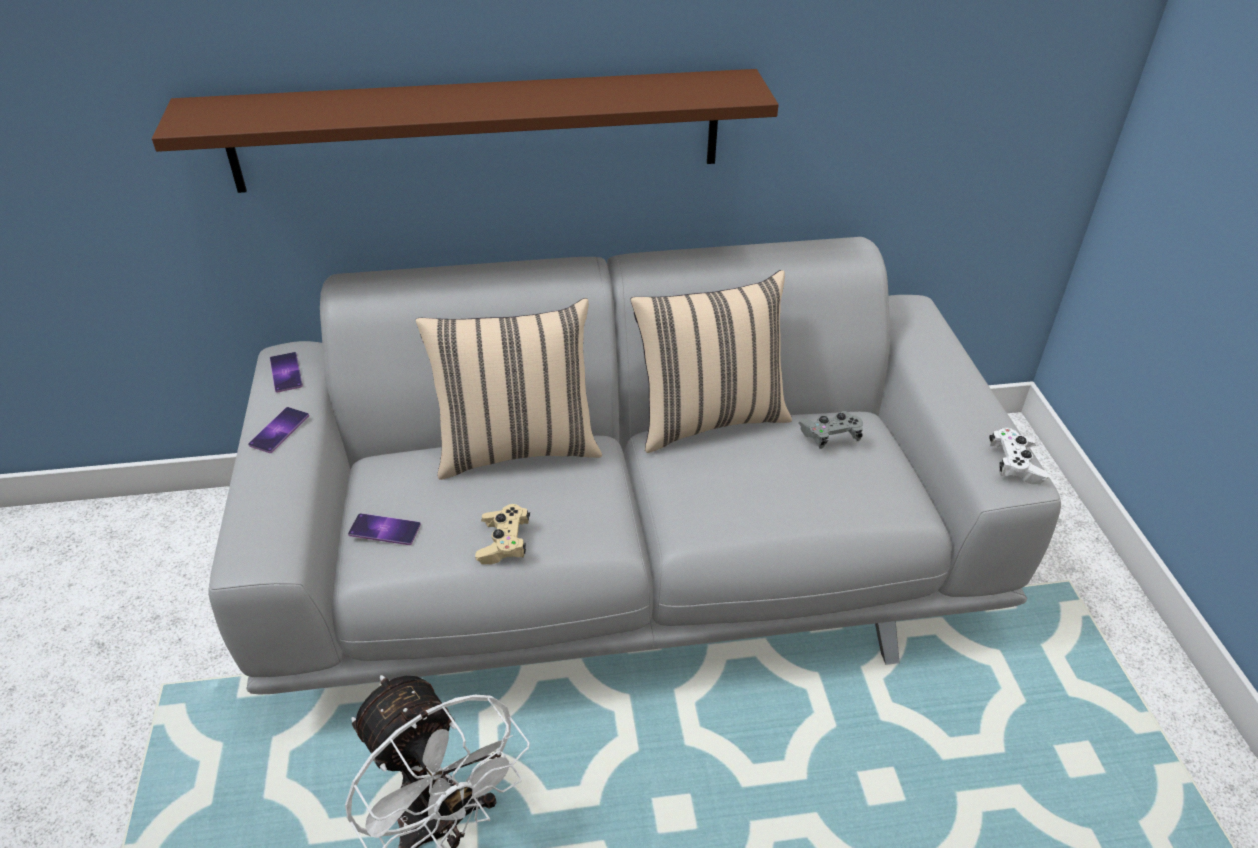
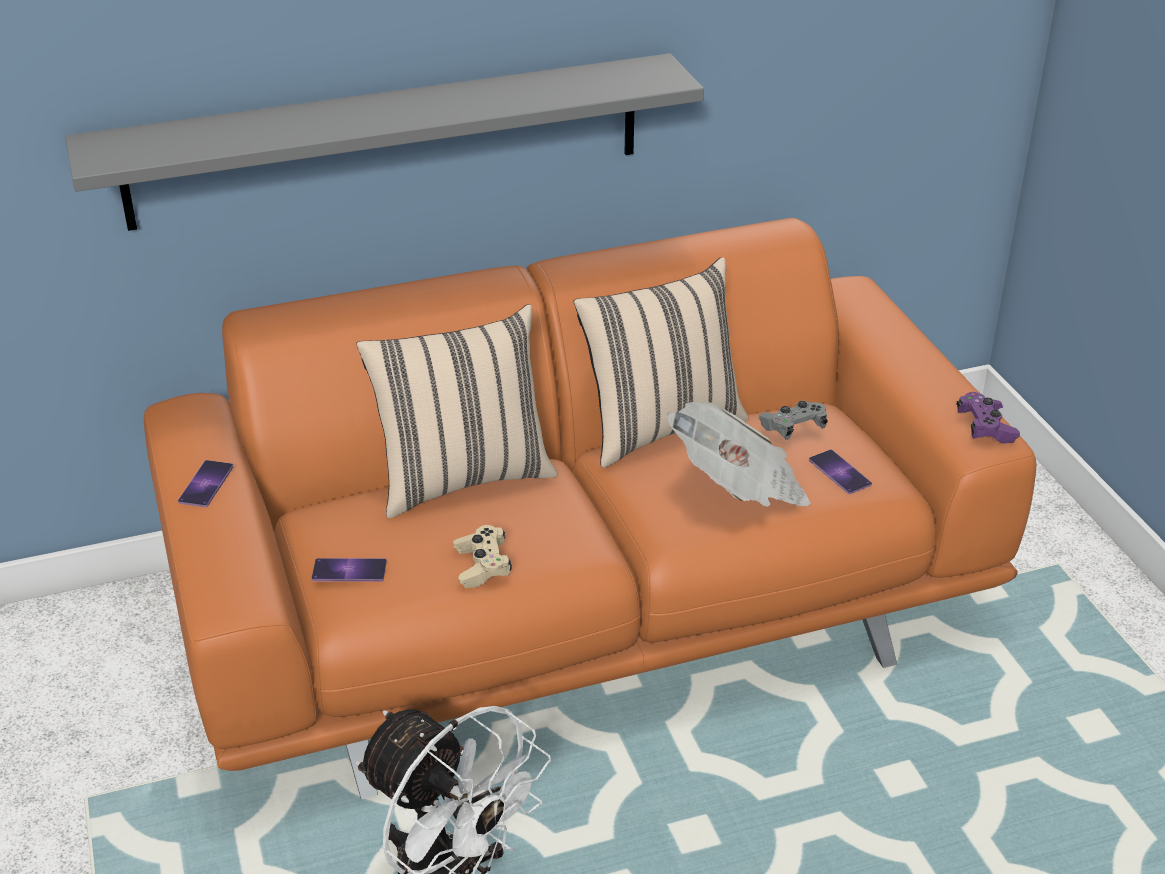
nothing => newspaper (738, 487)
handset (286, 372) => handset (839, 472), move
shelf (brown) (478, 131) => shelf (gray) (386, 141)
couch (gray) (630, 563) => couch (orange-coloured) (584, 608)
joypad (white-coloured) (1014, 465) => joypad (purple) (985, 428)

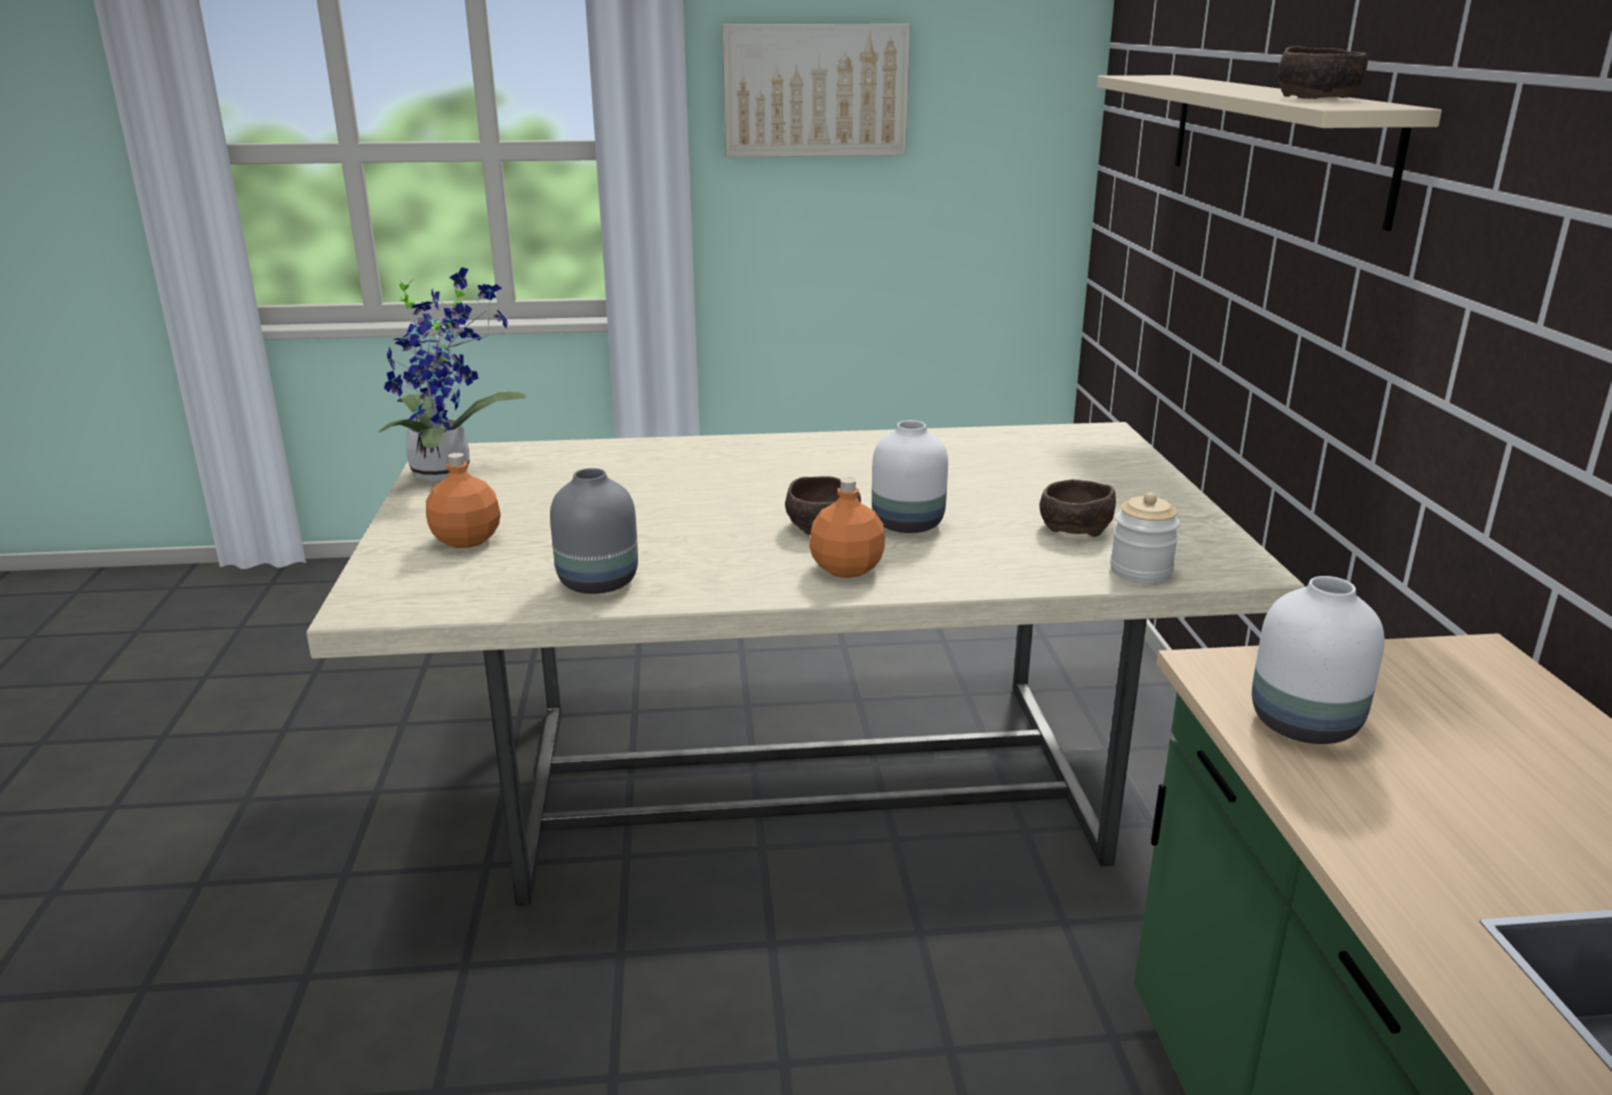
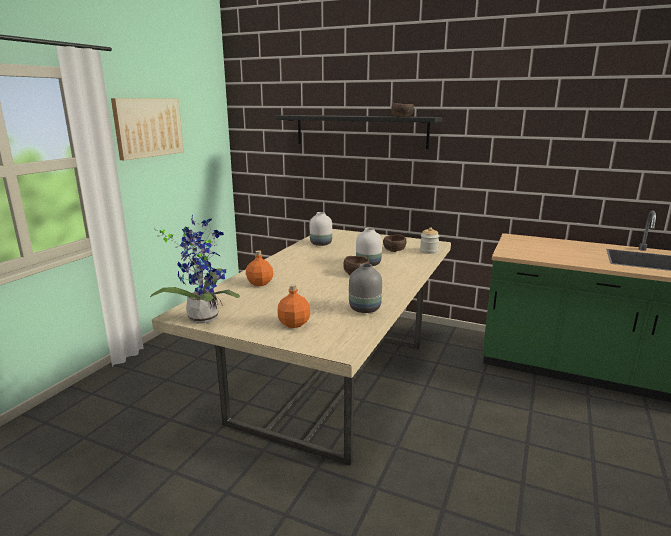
bottle (orange-coloured) (845, 569) => bottle (orange-coloured) (259, 283), move
flower vase (white-coloured) (1301, 724) => flower vase (white-coloured) (320, 244), move
shelf (beige) (1273, 141) => shelf (black-coloured) (360, 131)

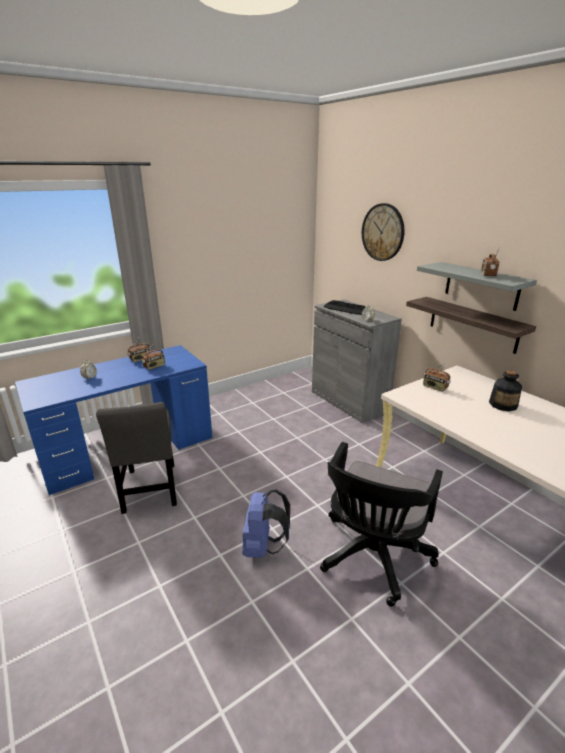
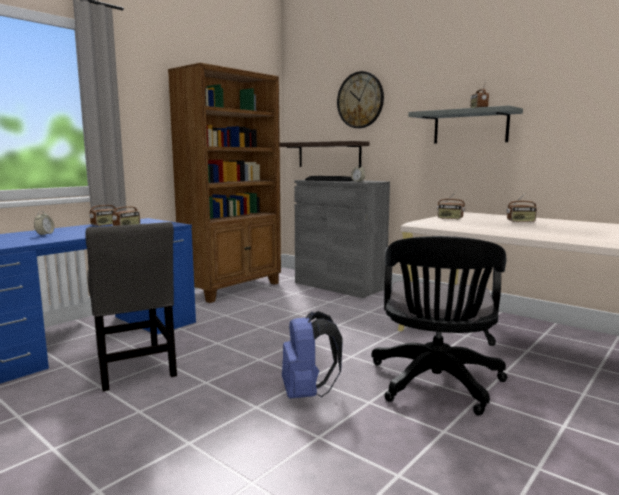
nothing => shelving unit (brown) (233, 288)
shelf (472, 324) => shelf (329, 154), move
bottle (503, 405) => radio set (521, 221)

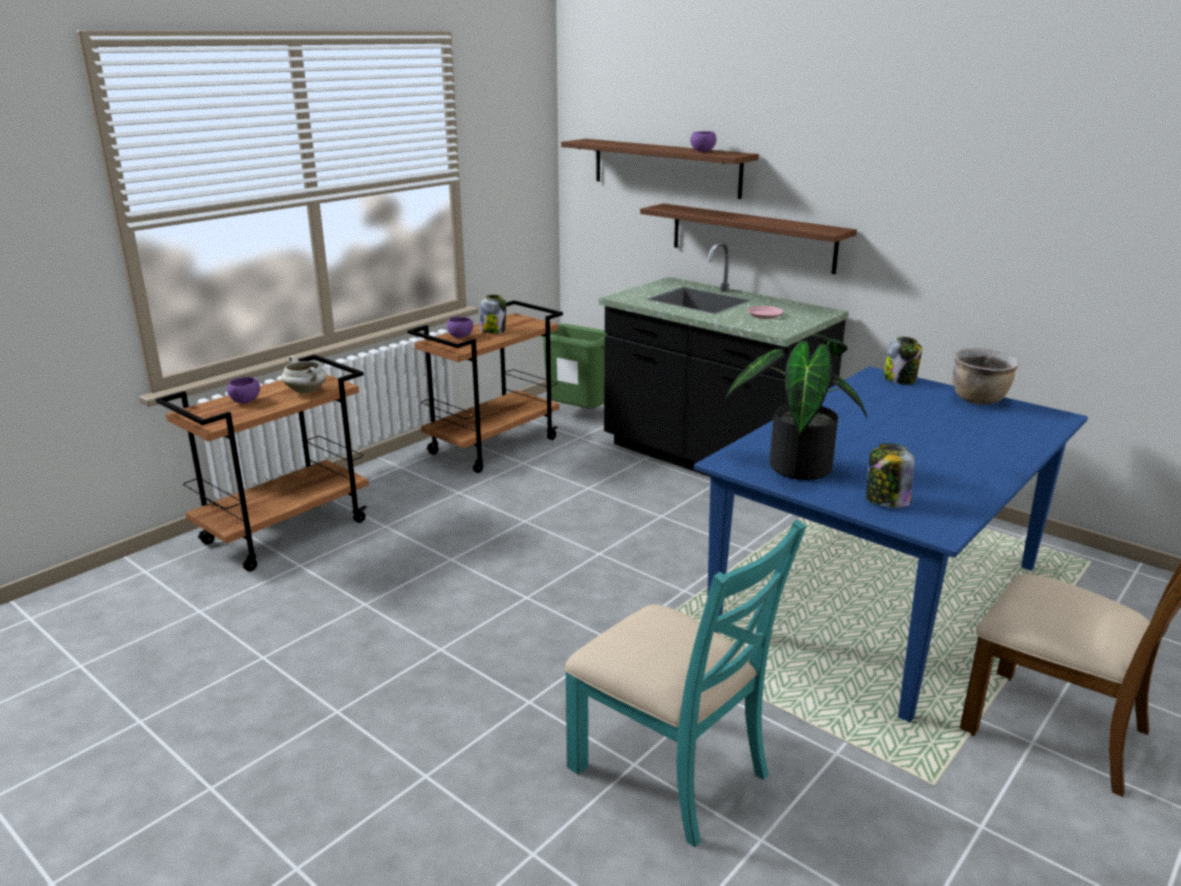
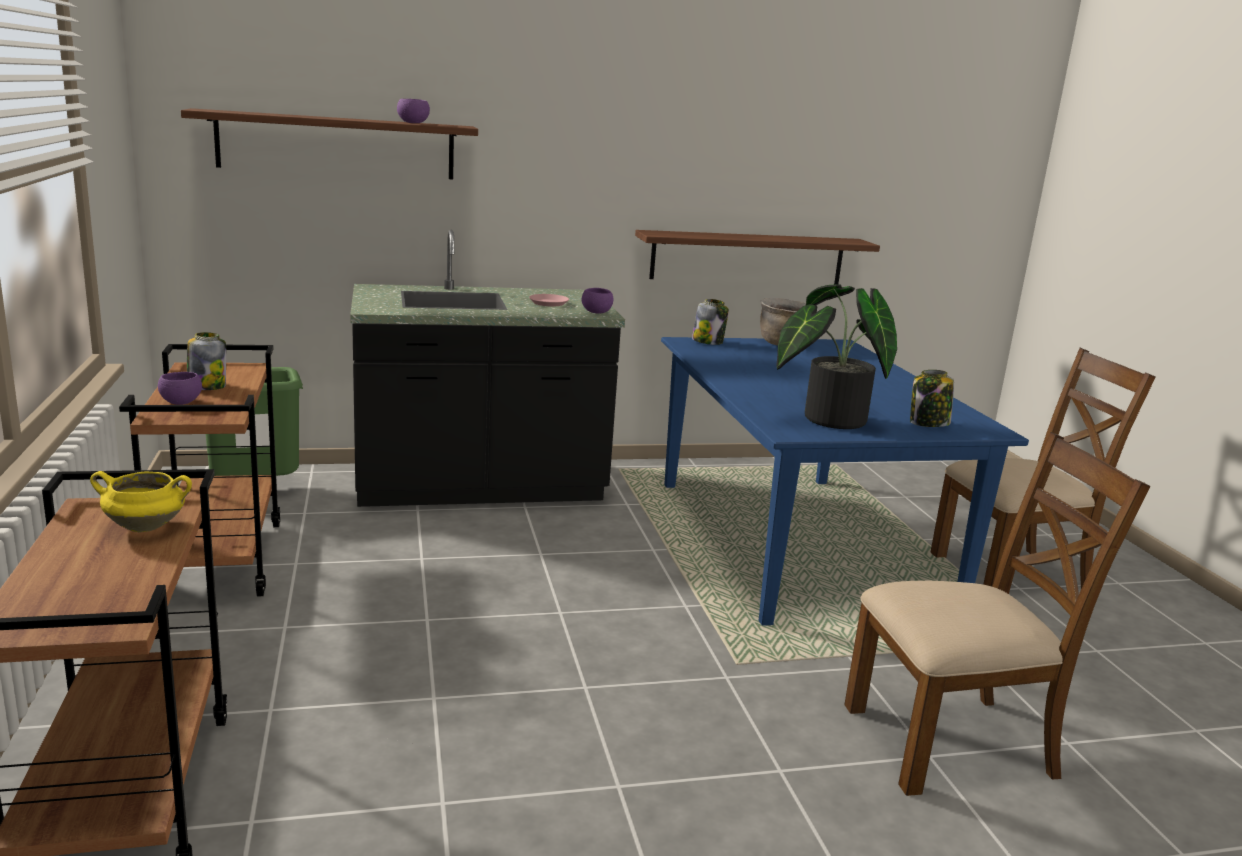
deep dish (purple) (245, 401) => deep dish (purple) (596, 312), move
shelf (752, 237) => shelf (748, 258), move
cooking pot (white-coloured) (307, 391) => cooking pot (yellowish) (147, 527)
upright chair (turquoise-coloured) (671, 771) => upright chair (brown) (952, 741)

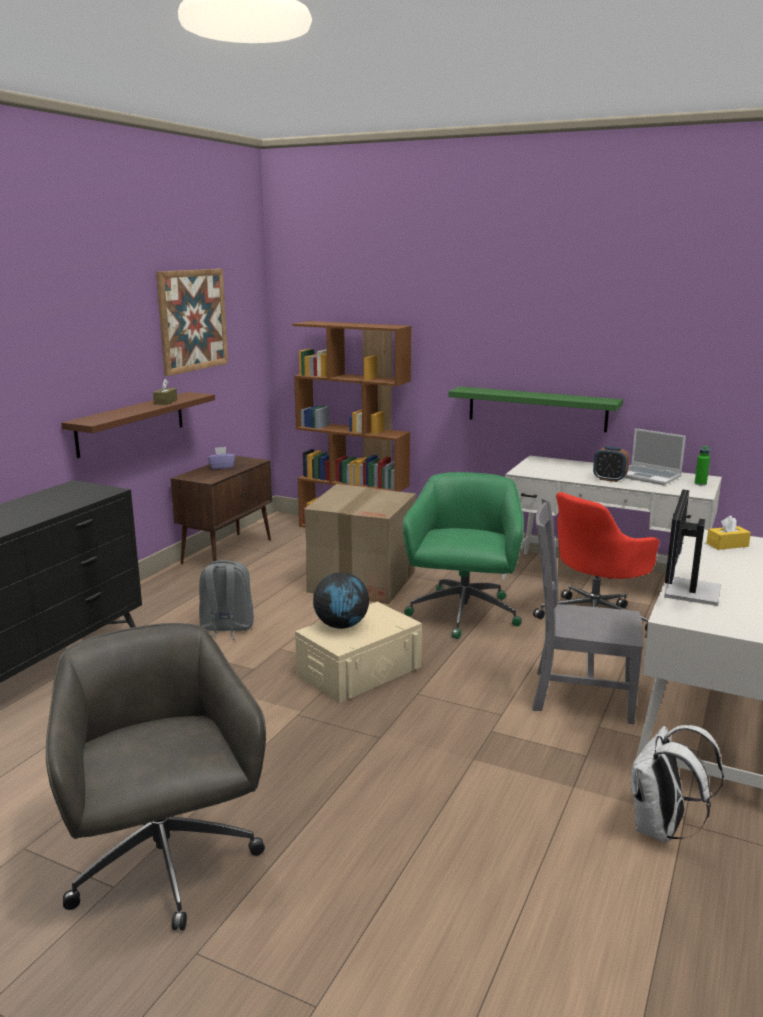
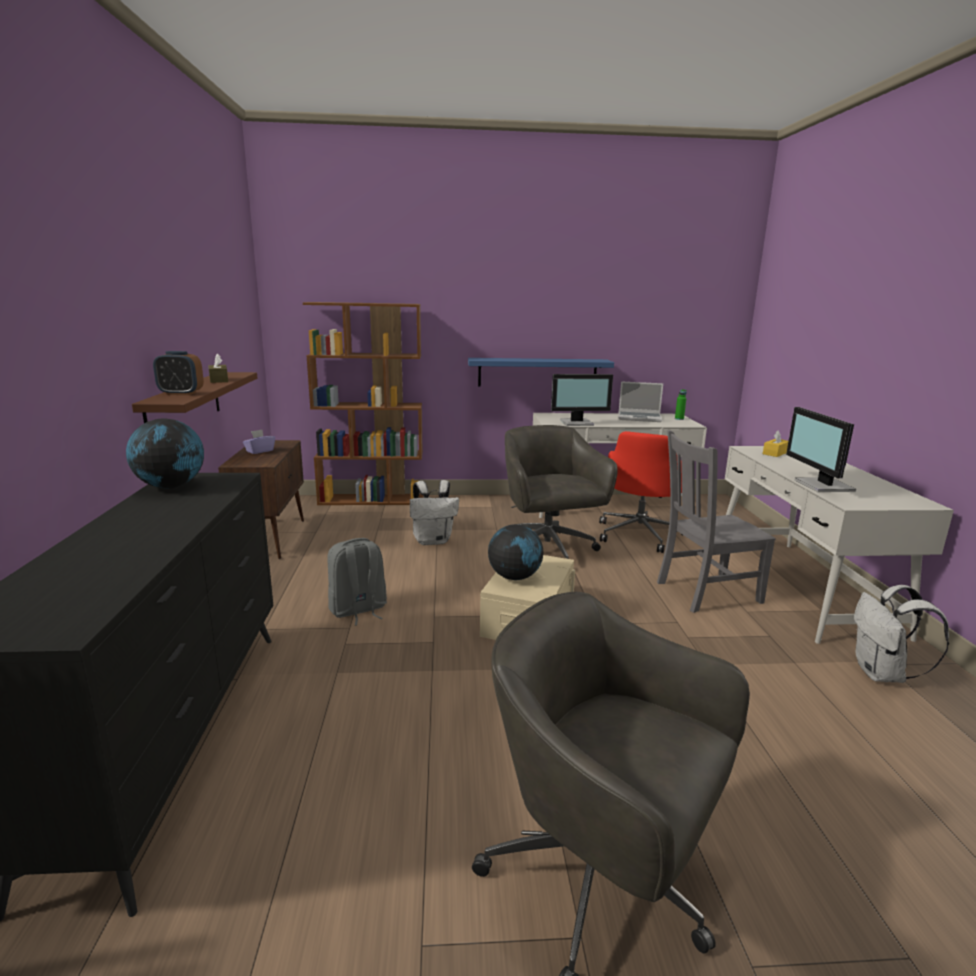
wall art (193, 320) => nothing
nothing => world globe (171, 486)
nothing => computer screen (577, 423)
alarm clock (609, 479) => alarm clock (181, 393), move
carton (362, 581) => backpack (white-coloured) (433, 541)
desk chair (green) (463, 615) => desk chair (gray) (548, 551)
shelf (green) (537, 409) => shelf (blue-coloured) (537, 372)

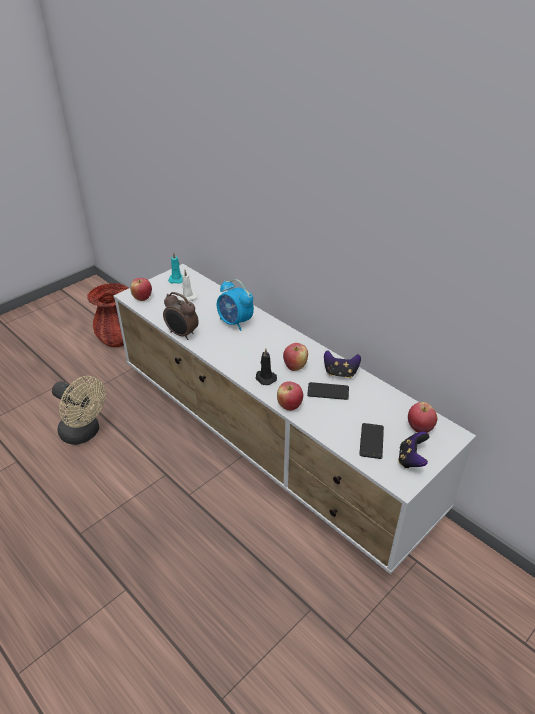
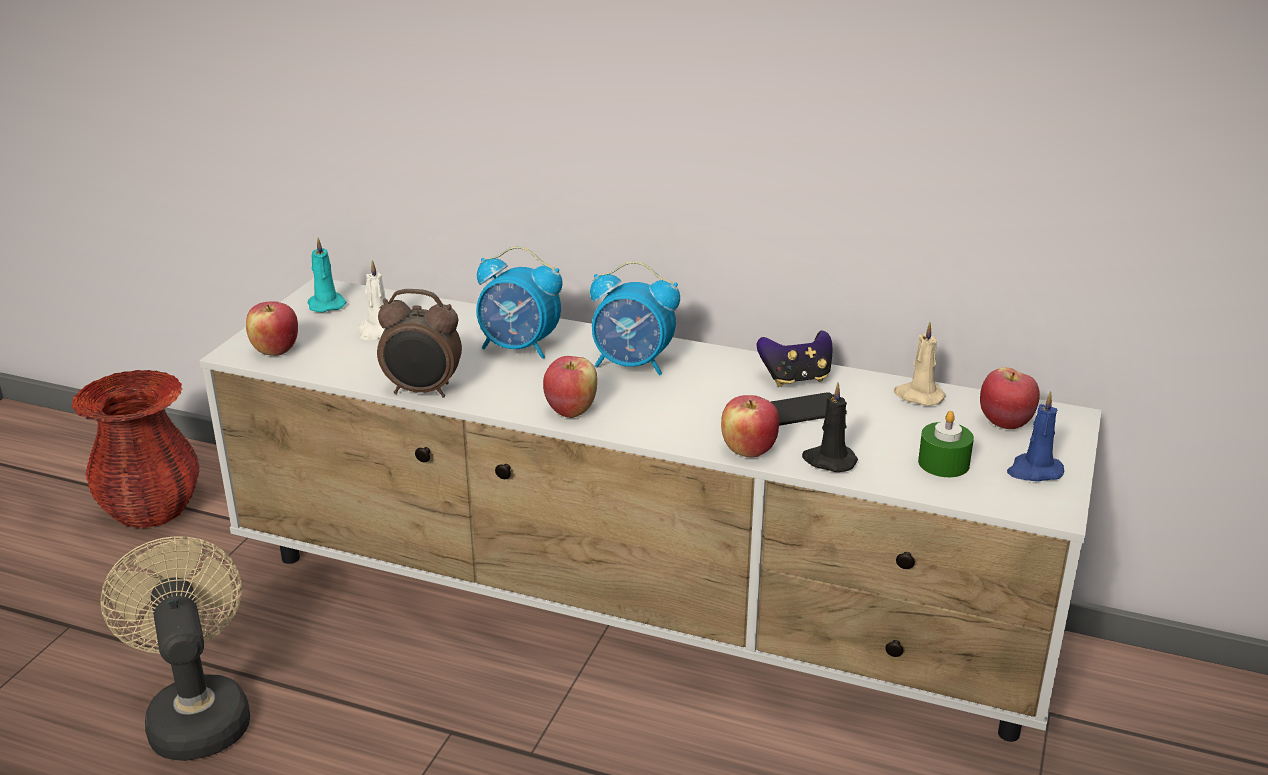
nothing => alarm clock (633, 365)
nothing => candle (beige) (918, 396)
candle (black-coloured) (265, 378) => candle (black-coloured) (828, 461), move
whole apple (295, 366) => whole apple (570, 410), move
handset (371, 441) => candle (green) (943, 463)
joypad (411, 460) => candle (blue-coloured) (1034, 471)
cooling fan (beige) (84, 433) => cooling fan (beige) (196, 714), 120 degrees counterclockwise

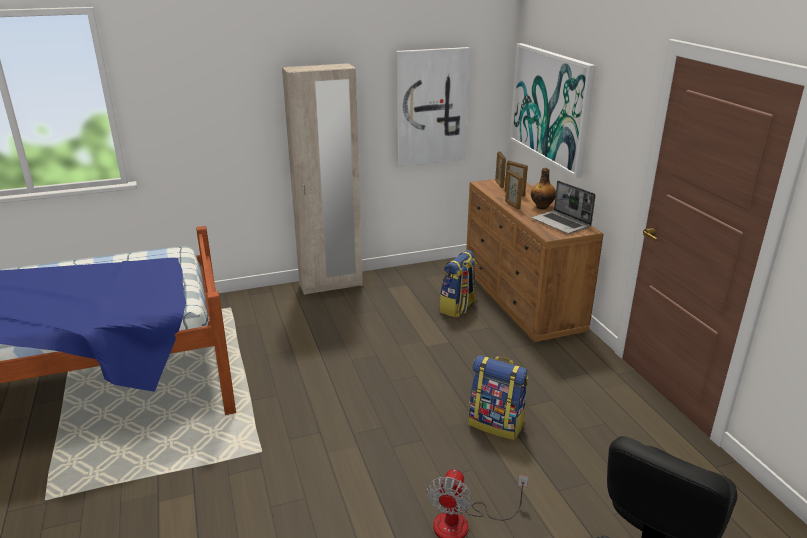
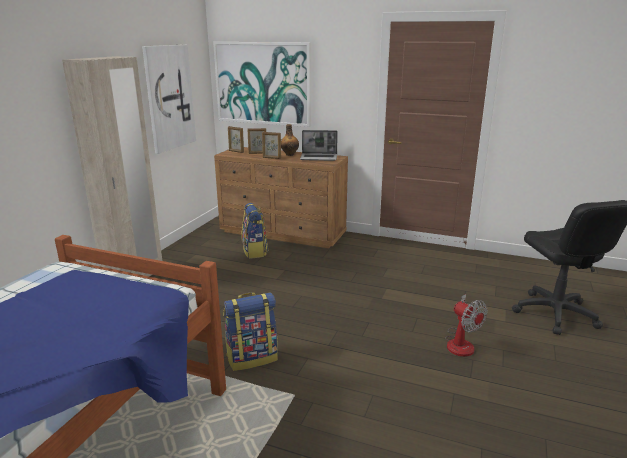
backpack (496, 424) => backpack (252, 357), move

